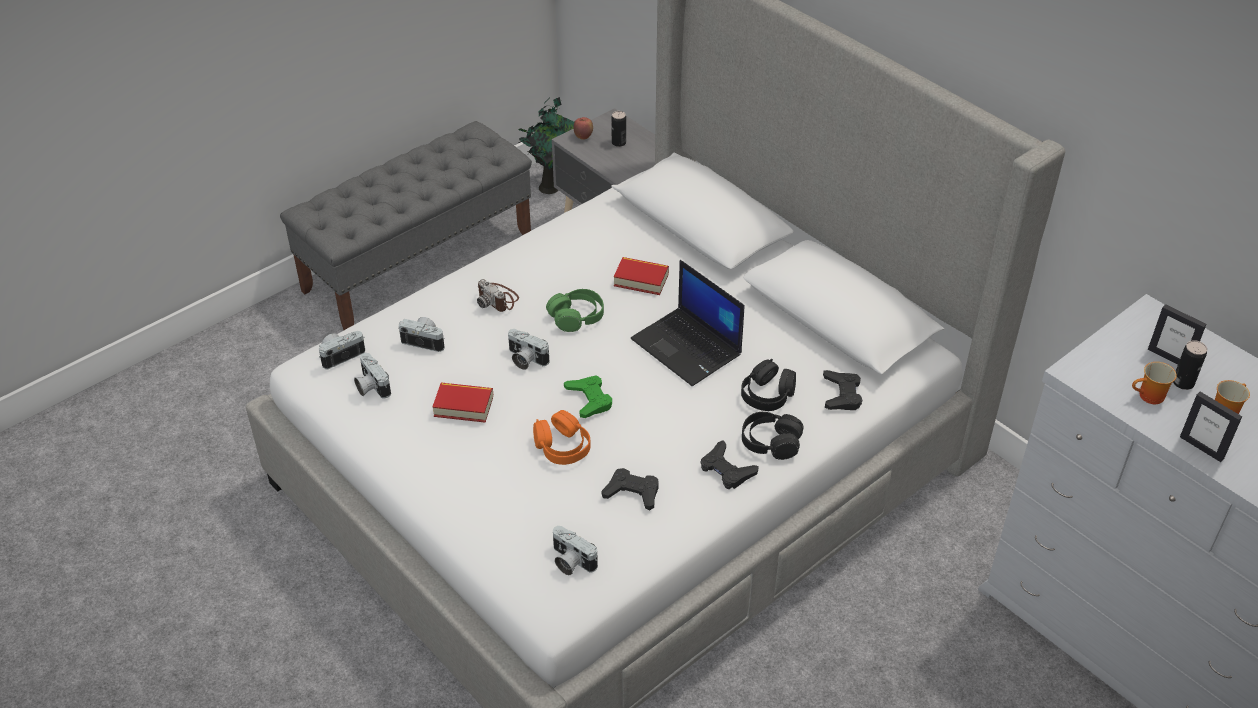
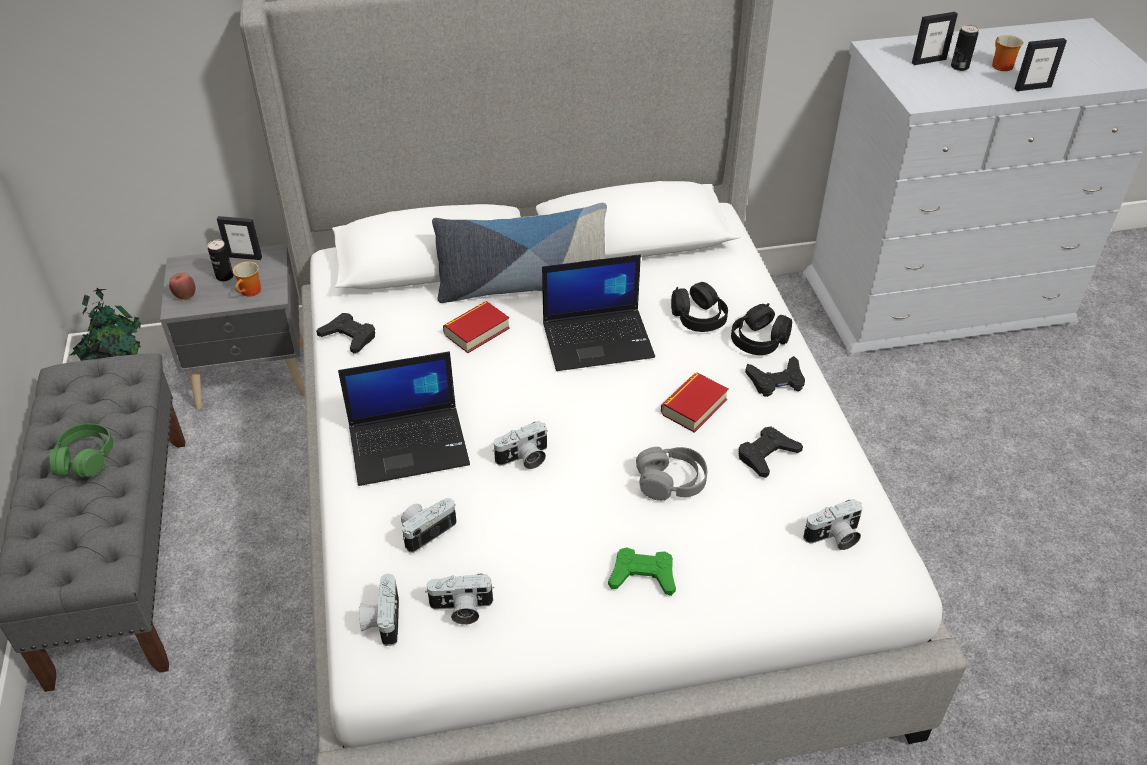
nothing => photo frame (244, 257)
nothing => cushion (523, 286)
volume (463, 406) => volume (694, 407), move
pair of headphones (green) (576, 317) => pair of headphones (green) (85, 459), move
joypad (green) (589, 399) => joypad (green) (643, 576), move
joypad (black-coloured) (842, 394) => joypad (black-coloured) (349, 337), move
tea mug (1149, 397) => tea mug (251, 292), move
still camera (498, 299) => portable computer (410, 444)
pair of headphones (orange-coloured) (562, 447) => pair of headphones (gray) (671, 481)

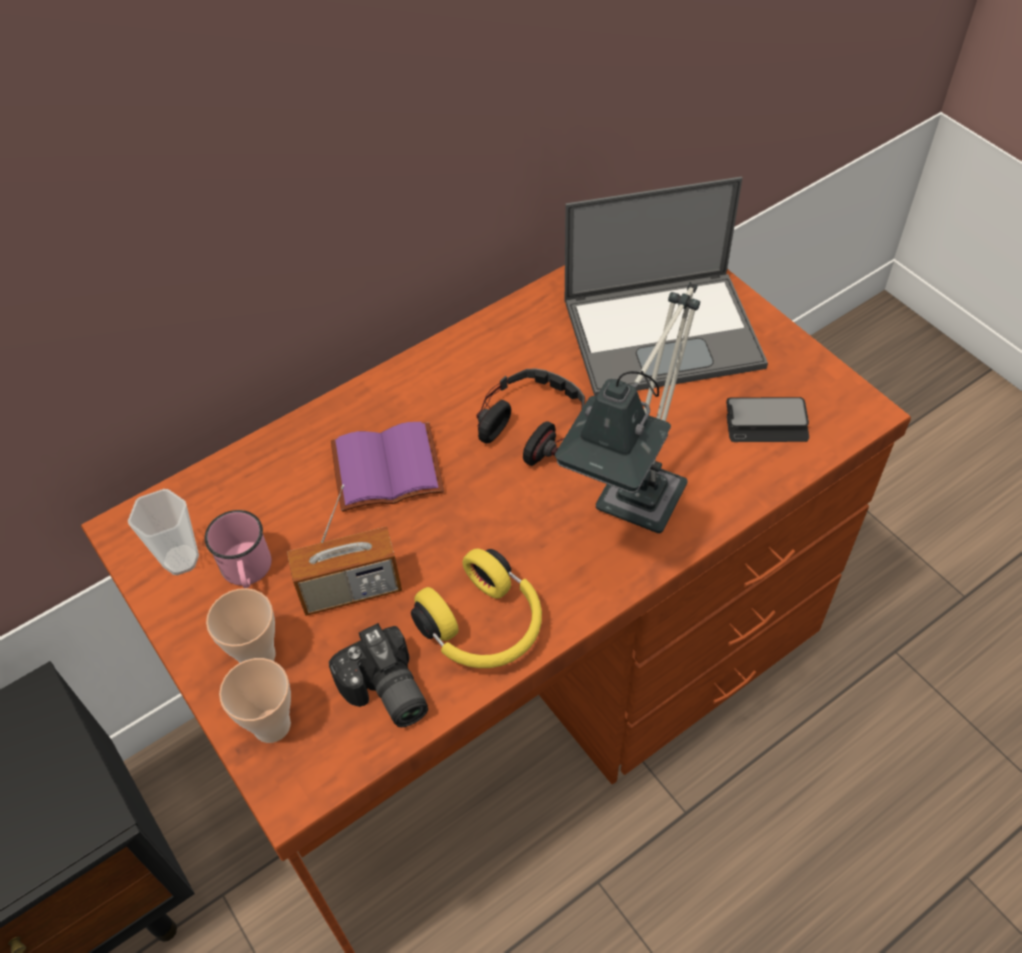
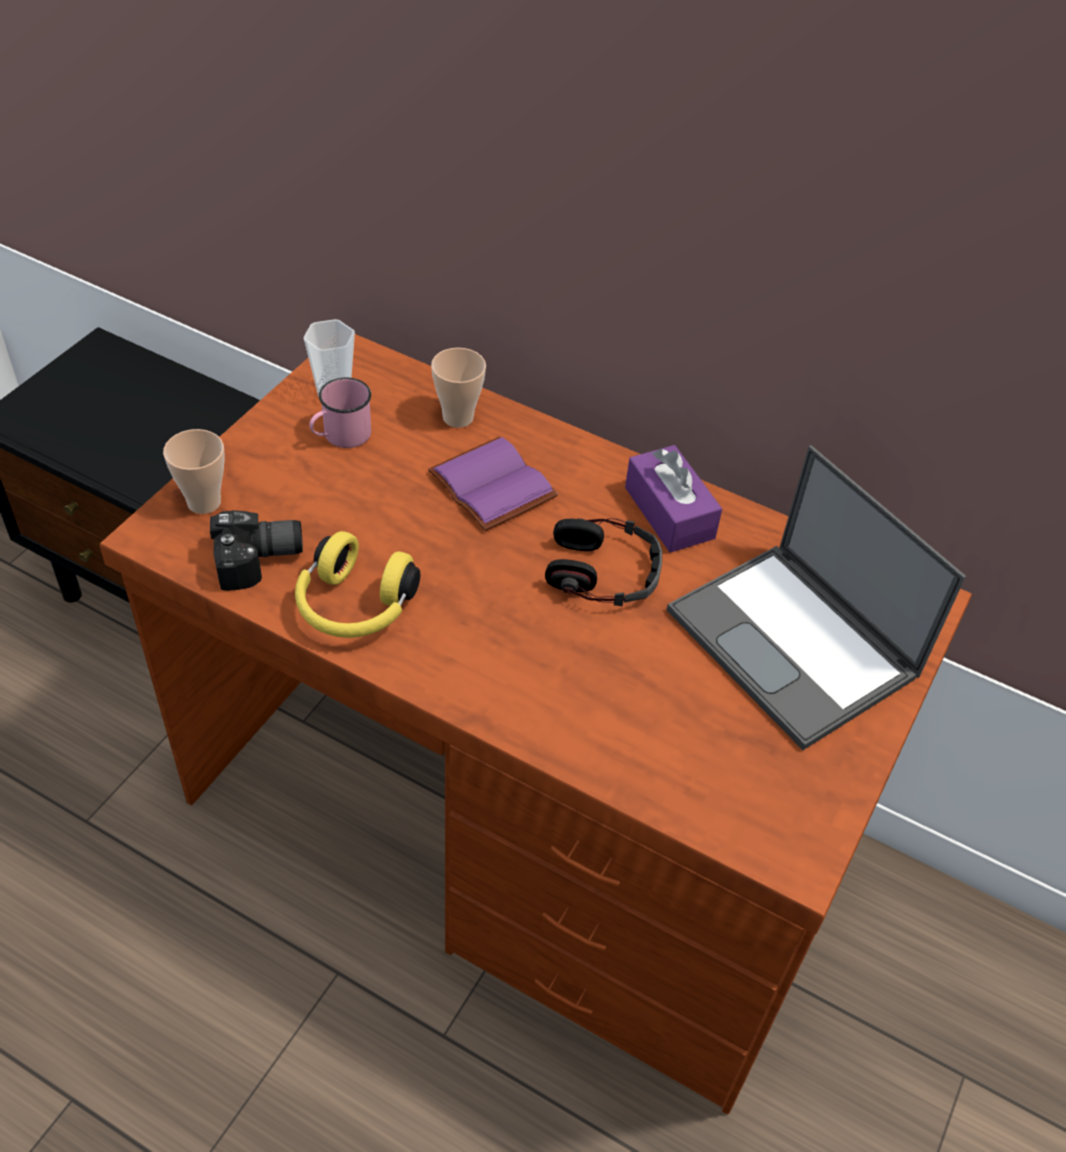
radio set (351, 590) => nothing
lamp for a table (632, 513) => nothing
handset (766, 422) => nothing
nothing => tissue box (purple) (669, 513)
small cup (257, 656) => small cup (458, 417), move
still camera (384, 693) => still camera (260, 561), 135 degrees counterclockwise

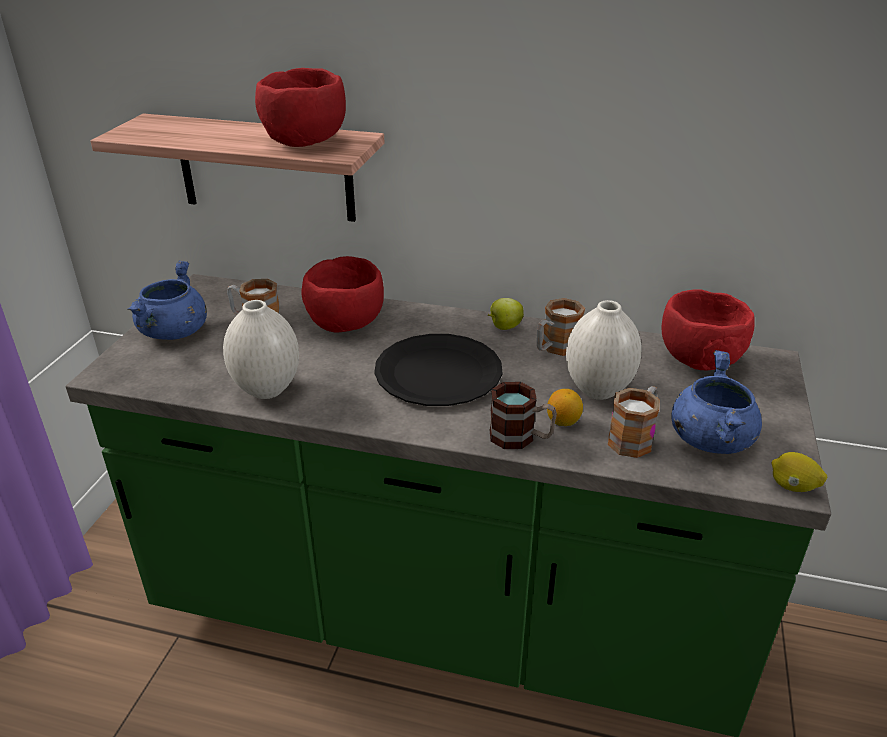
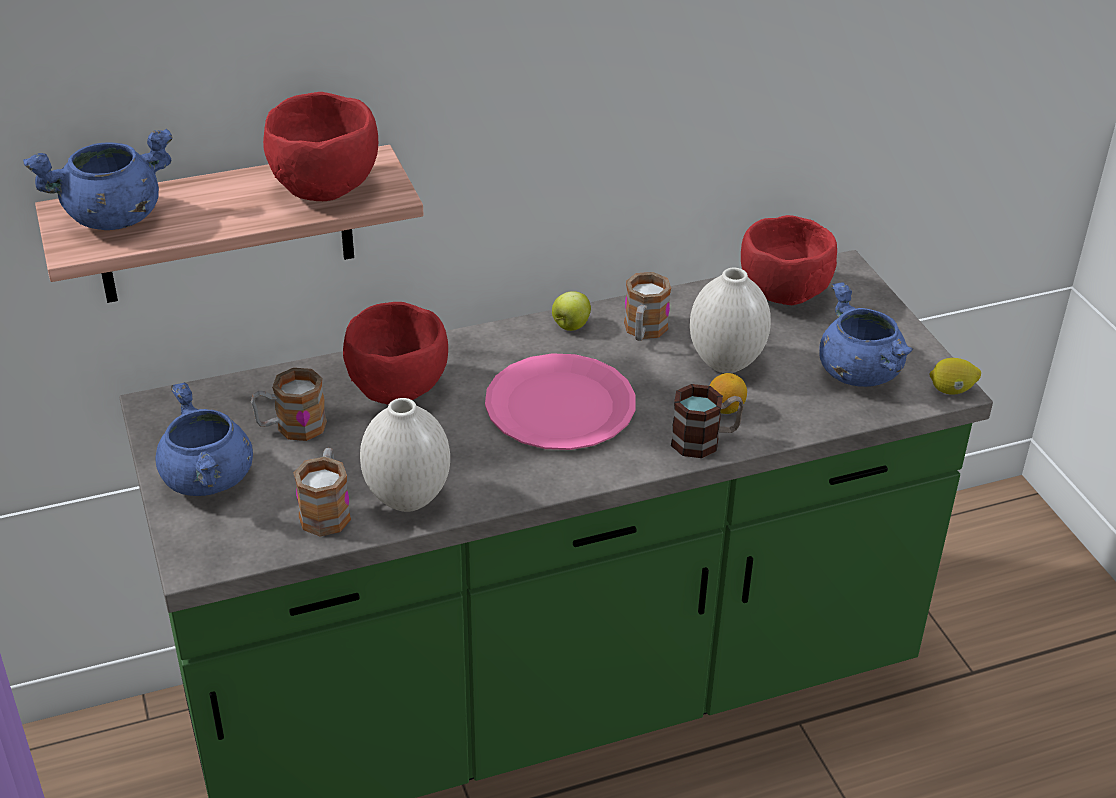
nothing => cooking pot (blue-coloured) (113, 218)
tea mug (634, 437) => tea mug (326, 510), move
dinner plate (black-coloured) (438, 373) => dinner plate (pinkish) (560, 406)

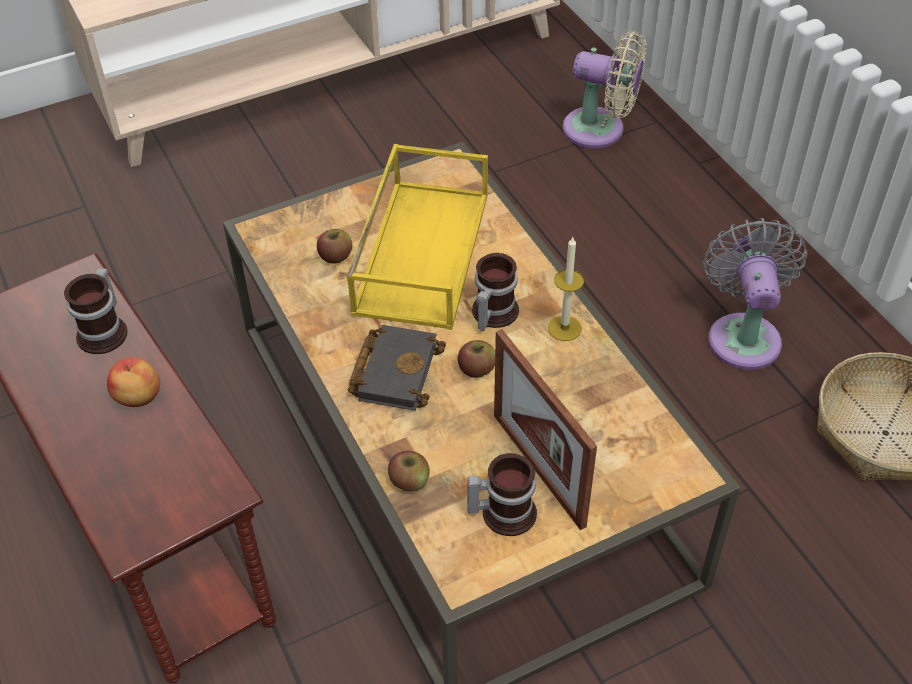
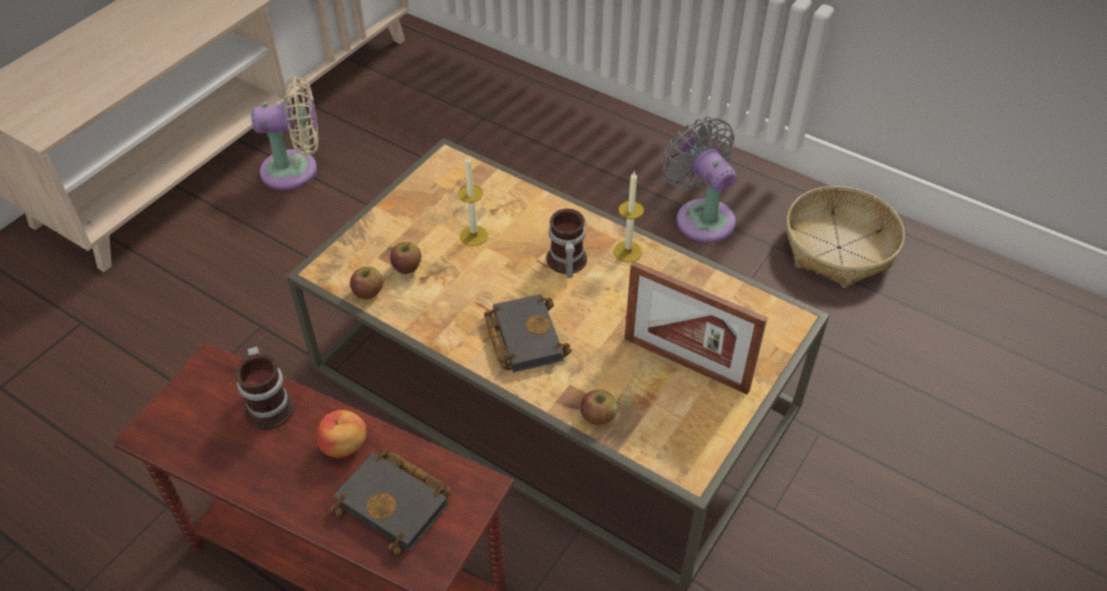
tea mug (503, 511) => nothing
nothing => volume (black-coloured) (397, 503)
whole apple (477, 369) => whole apple (368, 292), move
cooling fan (beige) (600, 130) => cooling fan (beige) (296, 170), move
tray (yellowish) (420, 251) => candle (473, 235)

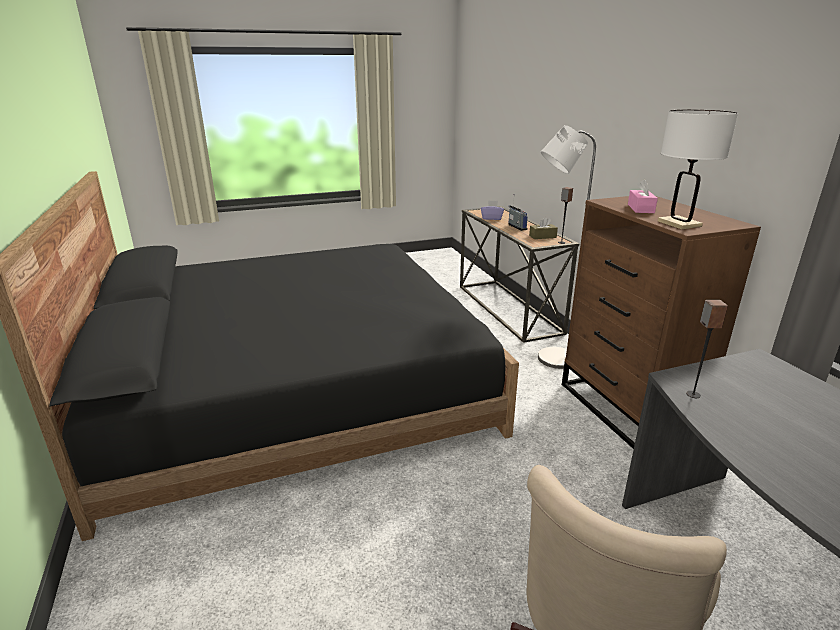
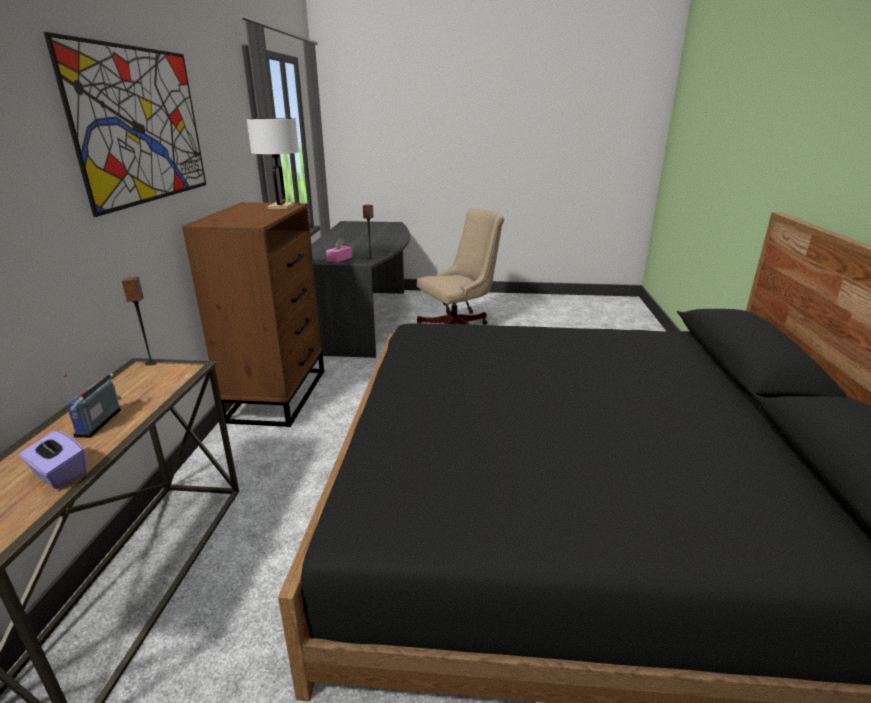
tissue box (brown) (542, 236) => nothing
standing lamp (gray) (549, 359) => nothing
nothing => wall art (142, 126)
tissue box (pinkish) (640, 208) => tissue box (pinkish) (339, 259), move

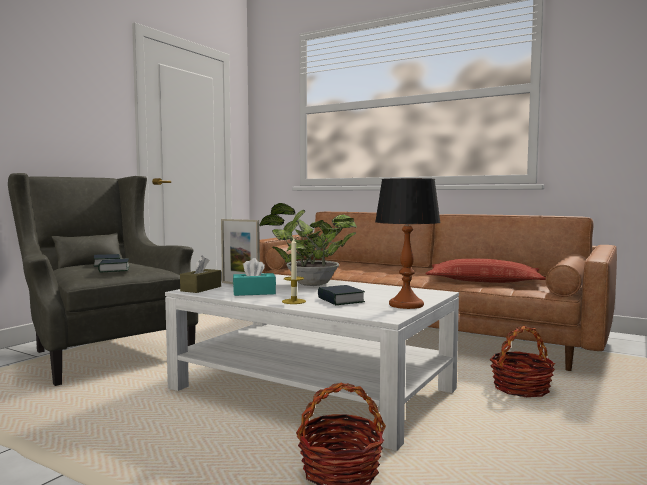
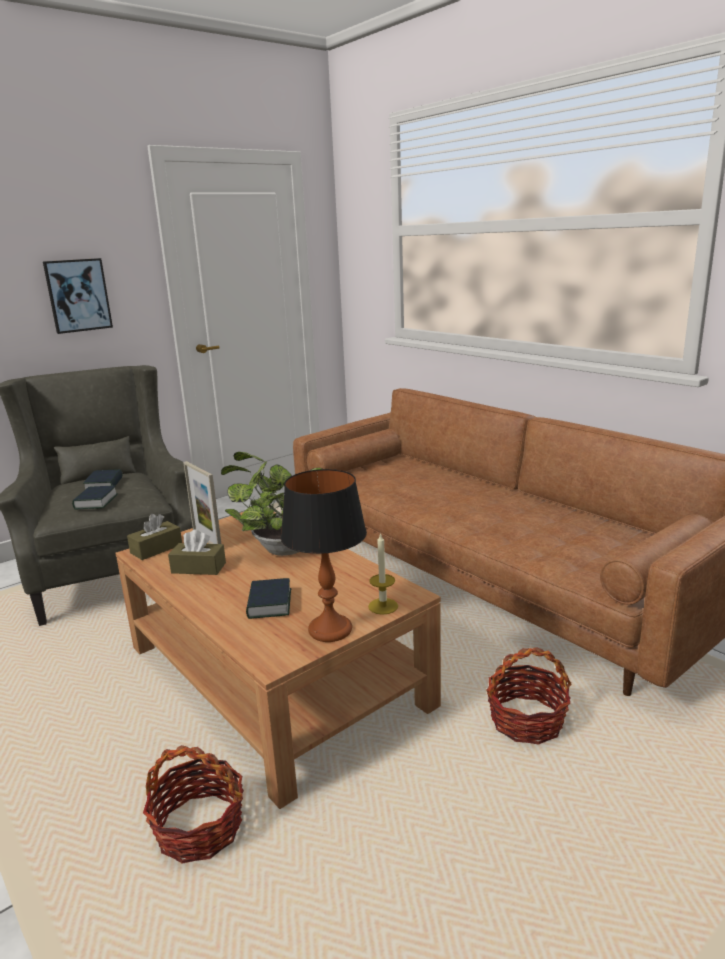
cushion (483, 281) => nothing
nothing => wall art (78, 295)
candle (294, 301) => candle (383, 606), move
coffee table (white-coloured) (313, 389) => coffee table (brown) (276, 676)
tissue box (turquoise-coloured) (254, 293) => tissue box (brown) (198, 568)

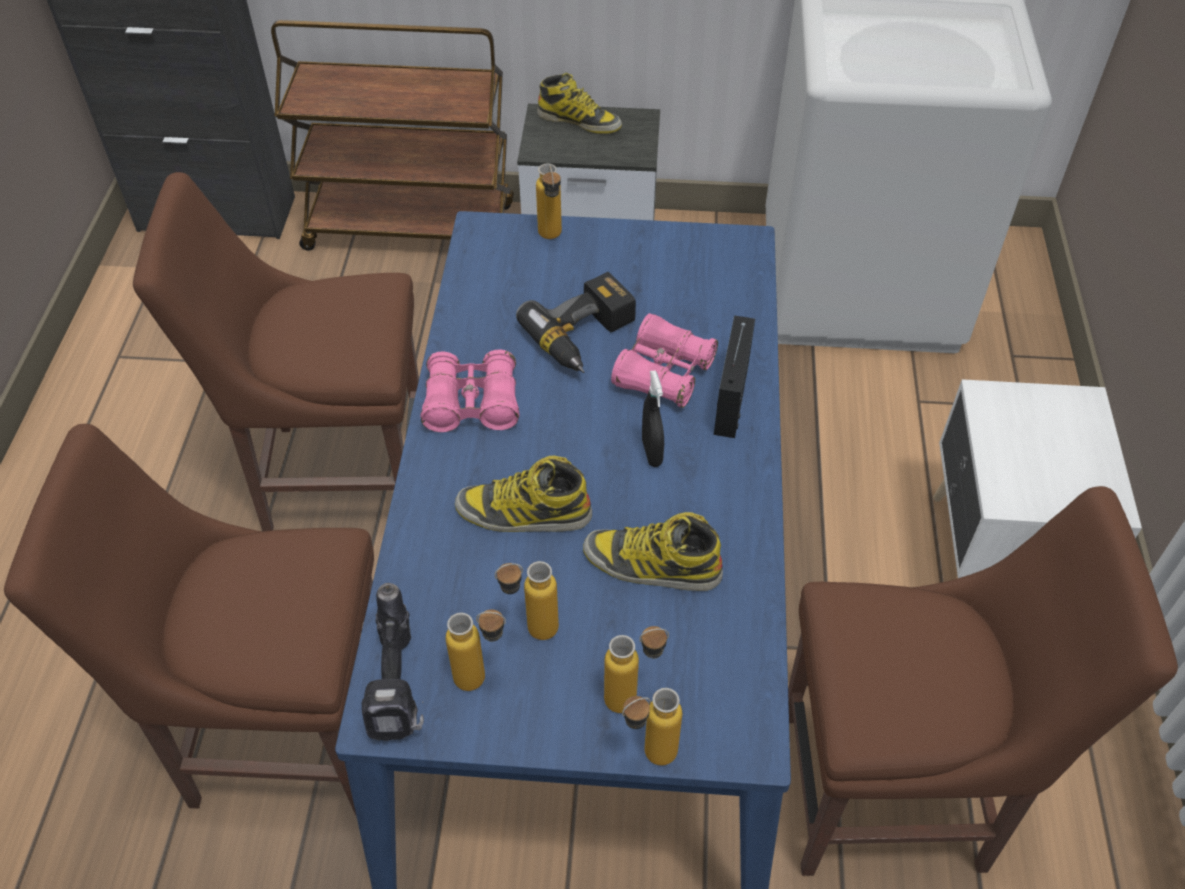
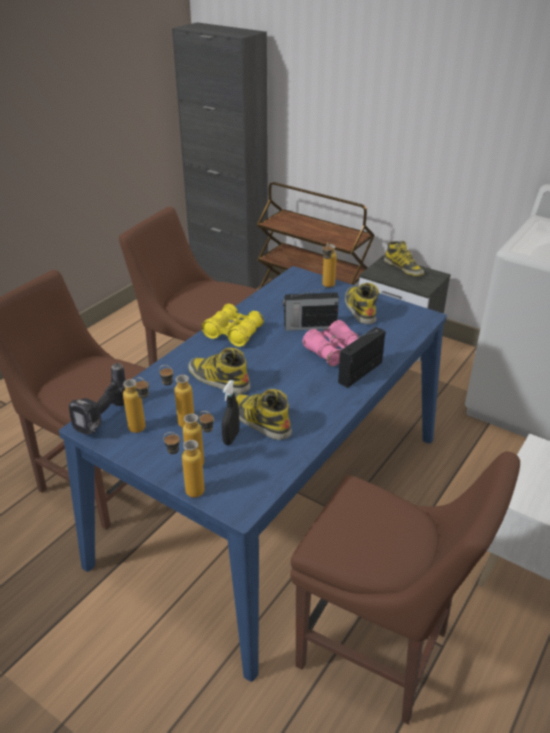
nothing => boot (359, 308)
spray bottle (black-coloured) (651, 452) => spray bottle (black-coloured) (231, 438), move
drill (585, 337) => radio set (309, 326)
field glasses (pinkish) (472, 403) => field glasses (yellowish) (233, 333)

